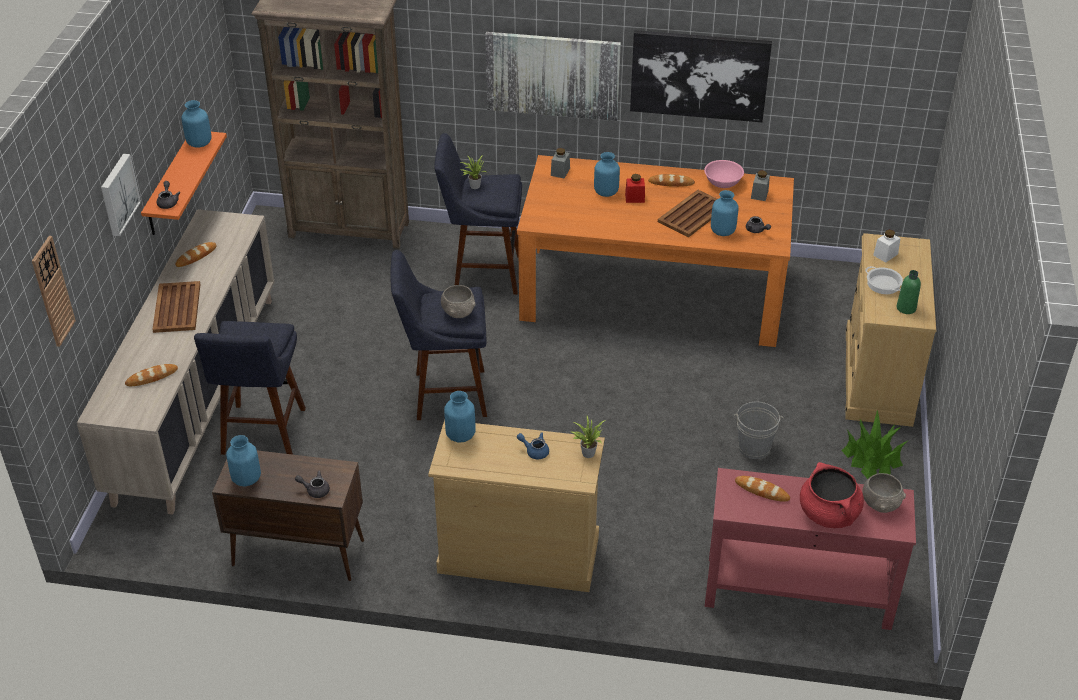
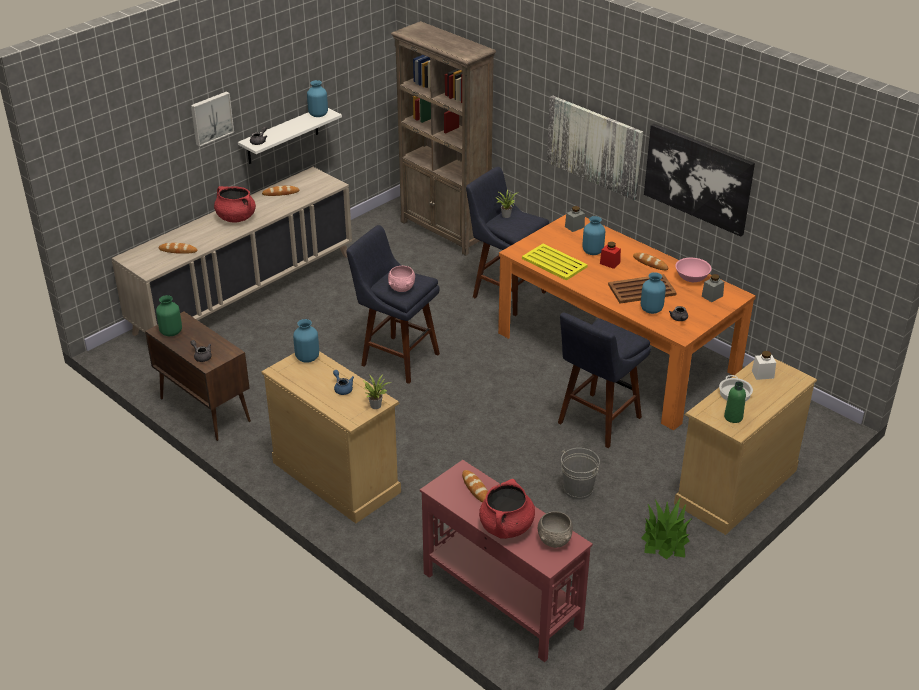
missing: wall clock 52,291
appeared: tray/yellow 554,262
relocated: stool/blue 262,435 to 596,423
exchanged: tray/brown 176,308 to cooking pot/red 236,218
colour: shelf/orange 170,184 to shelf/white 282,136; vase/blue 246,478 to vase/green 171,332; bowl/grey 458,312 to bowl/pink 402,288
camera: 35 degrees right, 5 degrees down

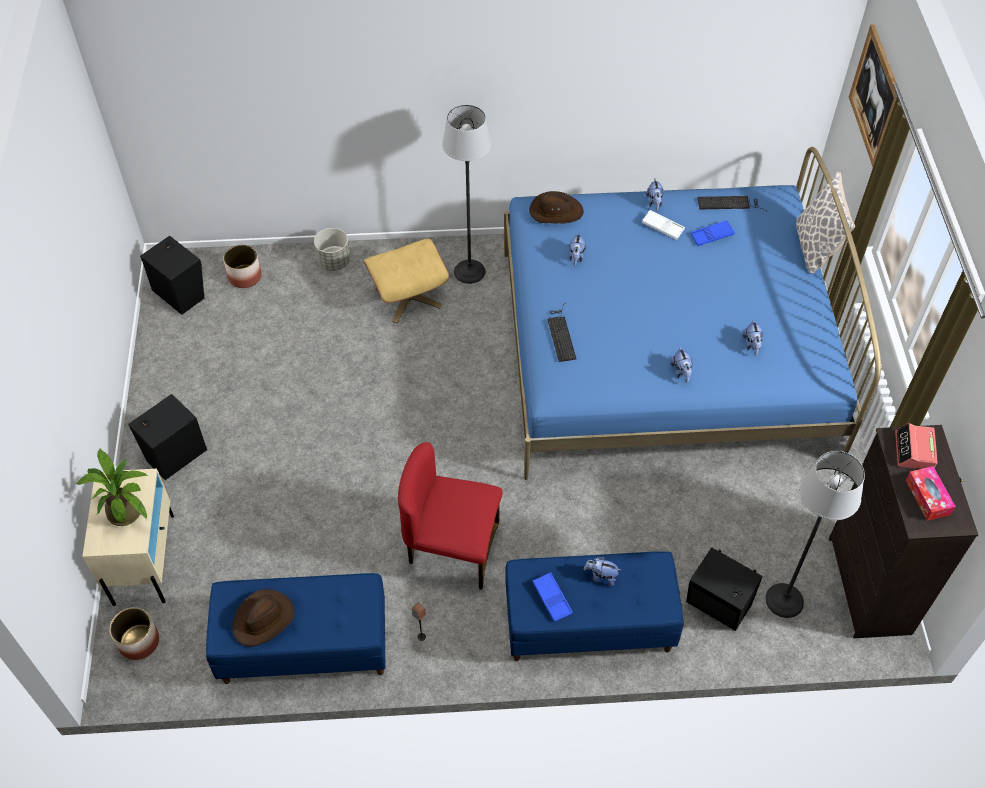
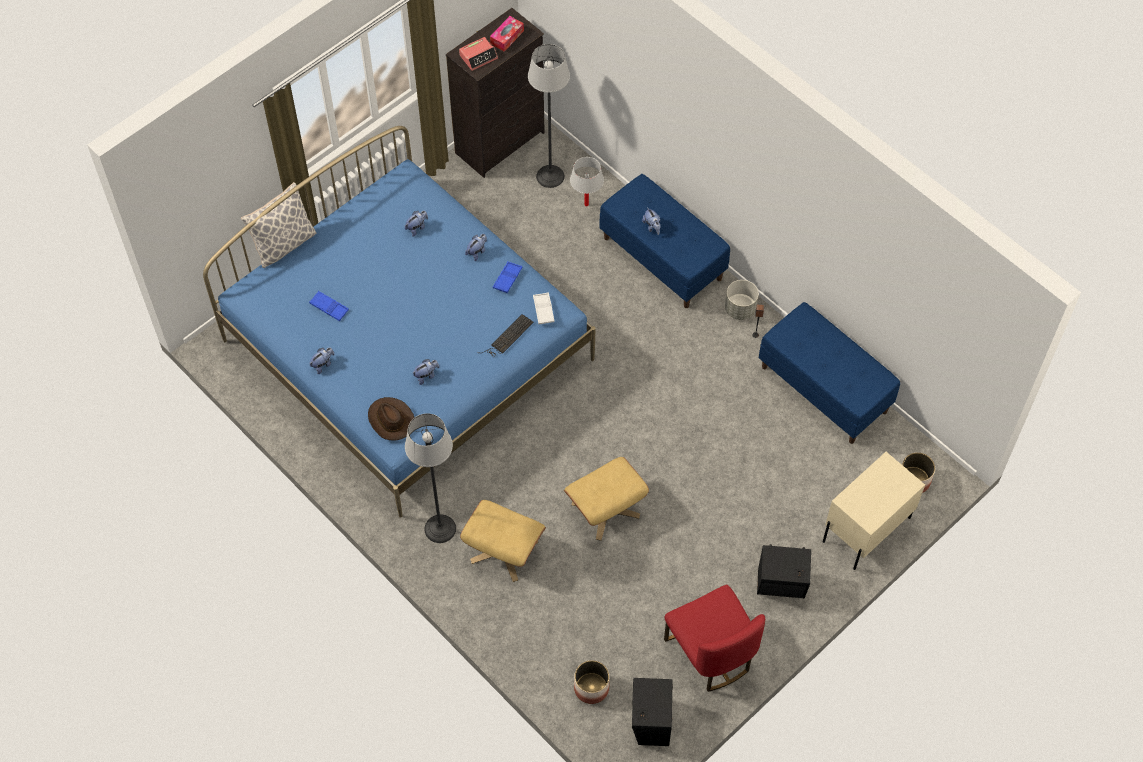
missing: potted plant 125,508; hat/brown 264,619; keyboard 730,203; picture 875,97
appeared: ottoman/beige 605,510
relocated: planter/grey 334,261 to 739,309; chair/red 452,547 to 710,653; tray/blue 552,599 to 507,279; tray/white 662,227 to 543,310
exchanged: speaker/black 718,606 to table lamp/white 586,204
camera: 130 degrees left, 5 degrees up

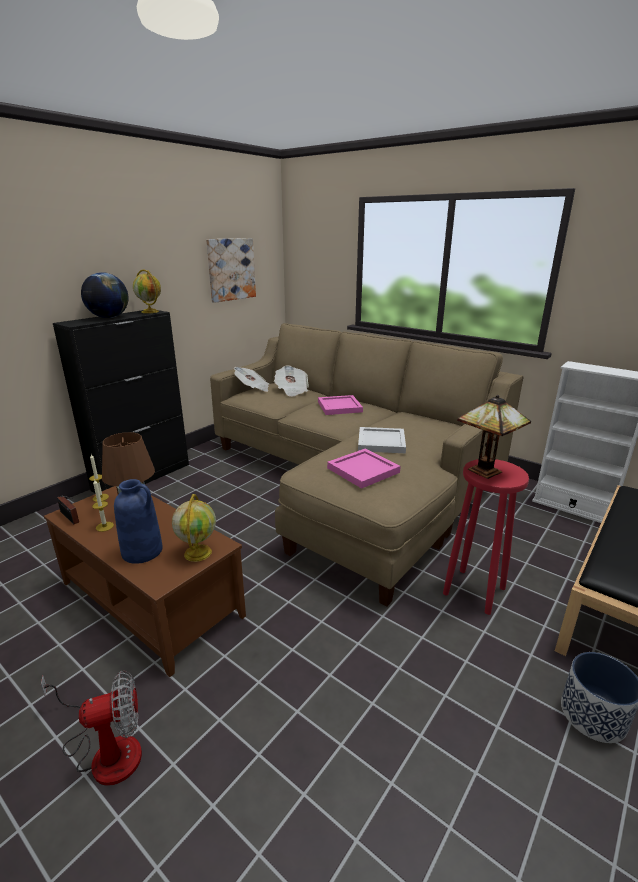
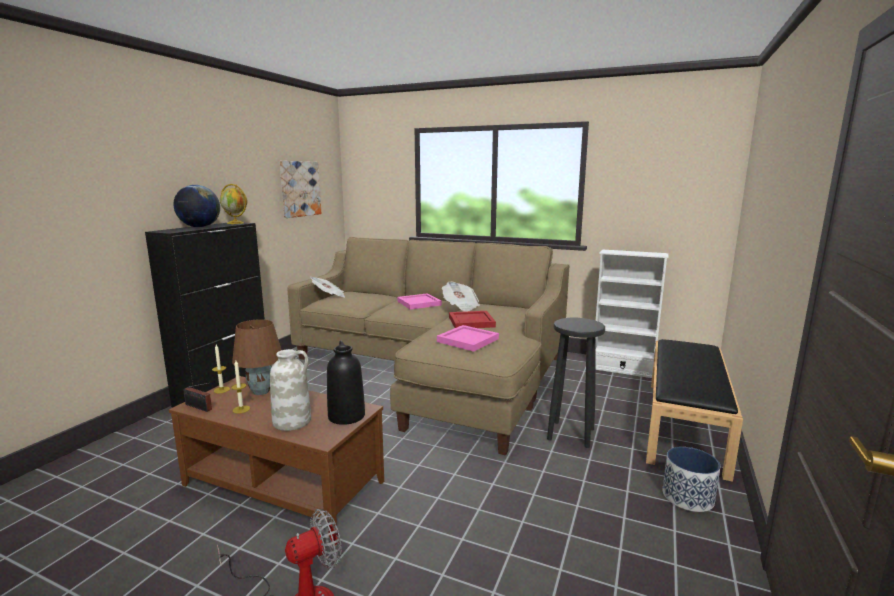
missing: table lamp 487,471
relocated: newspaper 291,390 to 460,306
exchanged: globe 197,552 to vase/black 346,415
colour: vase/blue 143,551 to vase/white 293,421; tray/white 380,442 to tray/red 471,322; stool/red 474,590 to stool/black 571,433
camera: 15 degrees left, 10 degrees down

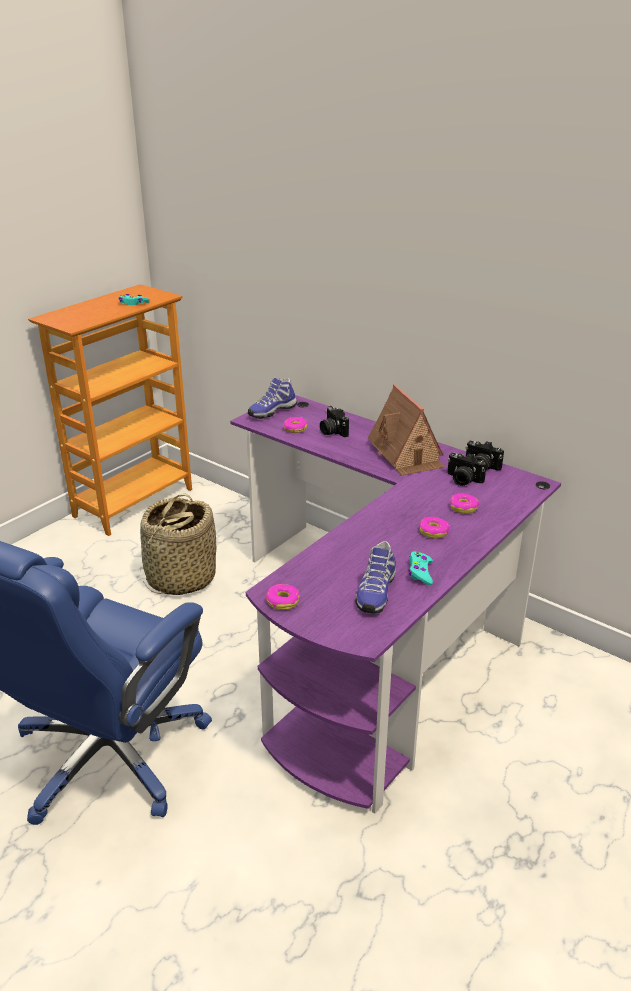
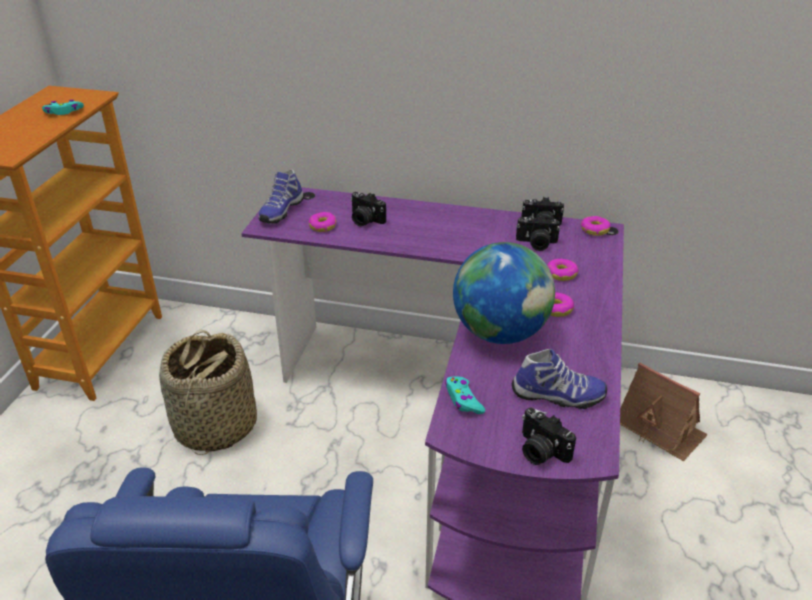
appeared: globe 500,333; photo camera 540,451
relocated: donut 283,601 to 594,230; toy house 406,454 to 660,428; game controller/turquoise 420,572 to 463,400
spun: shoe 375,592 = 557,396 75 degrees counterclockwise
camera: 25 degrees left, 5 degrees up

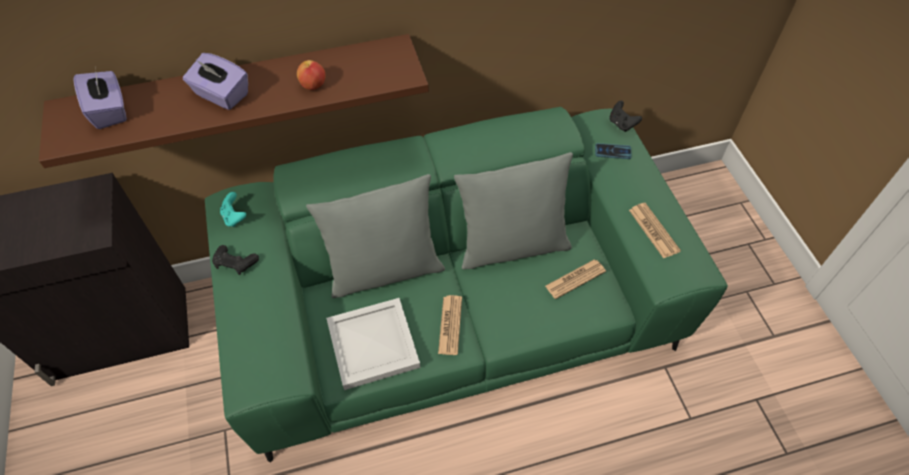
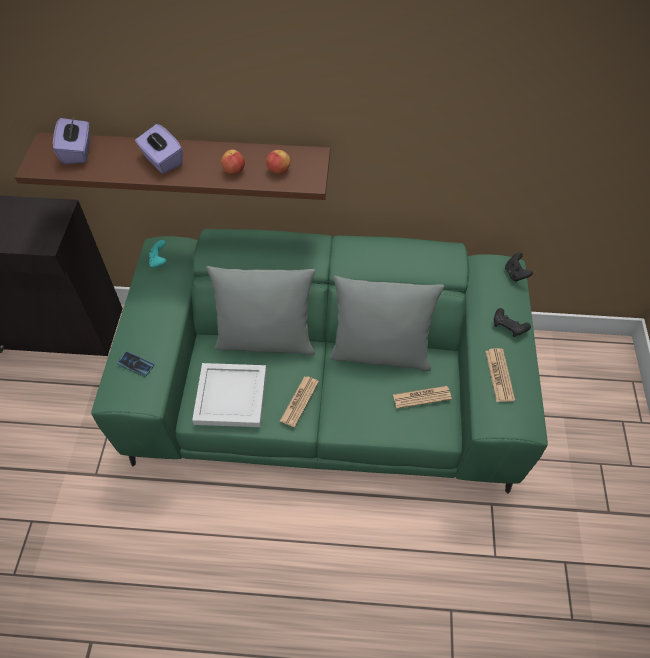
appeared: apple 278,170
relocated: game controller/black 235,263 to 509,326; phone 613,151 to 135,364
camera: 20 degrees right, 0 degrees up

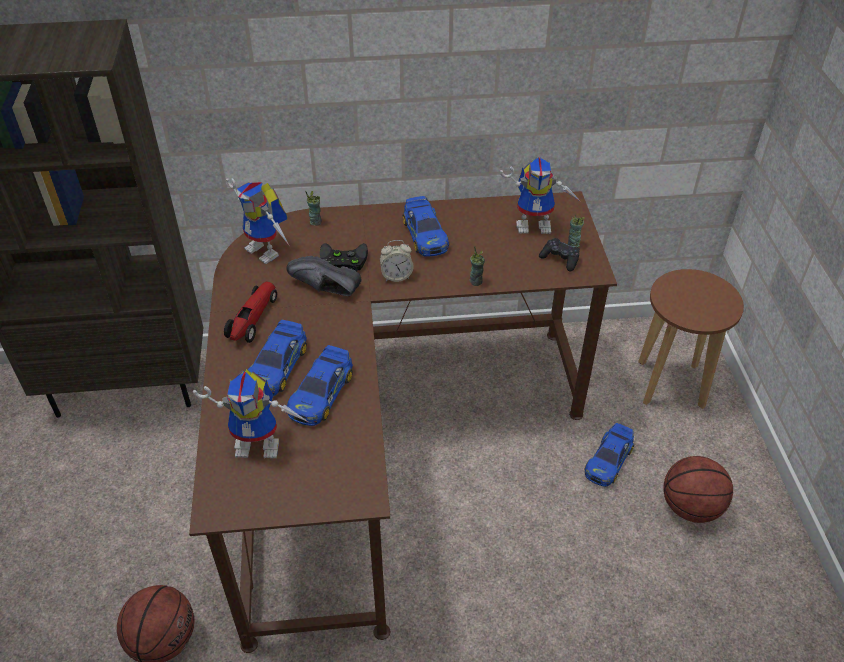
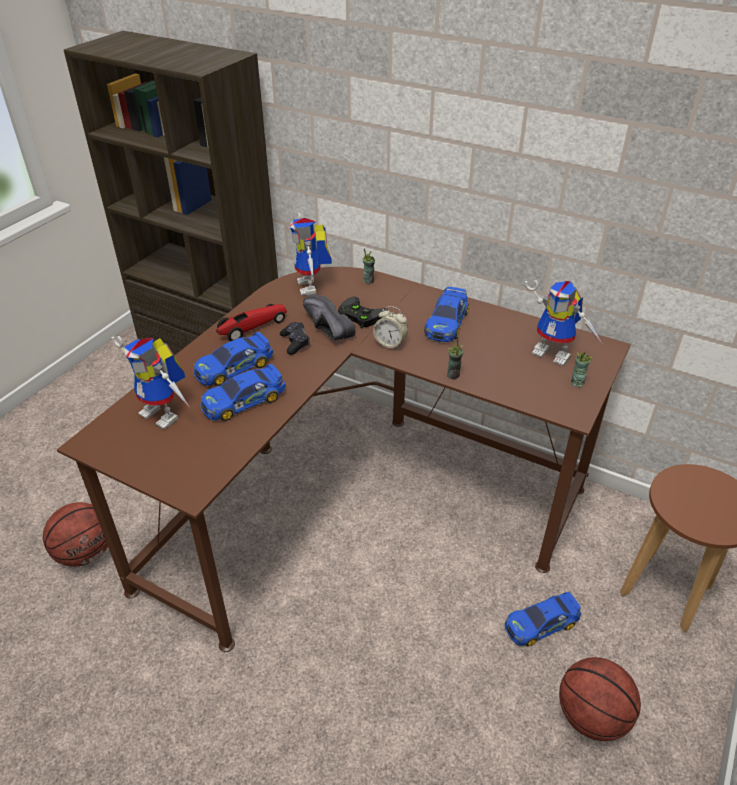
relocated: game controller/black 560,259 to 295,343
camera: 35 degrees right, 5 degrees down

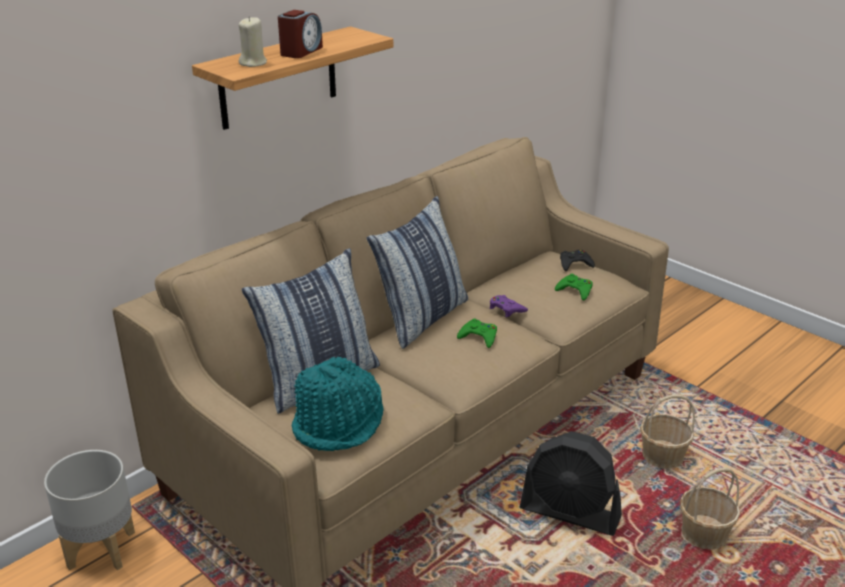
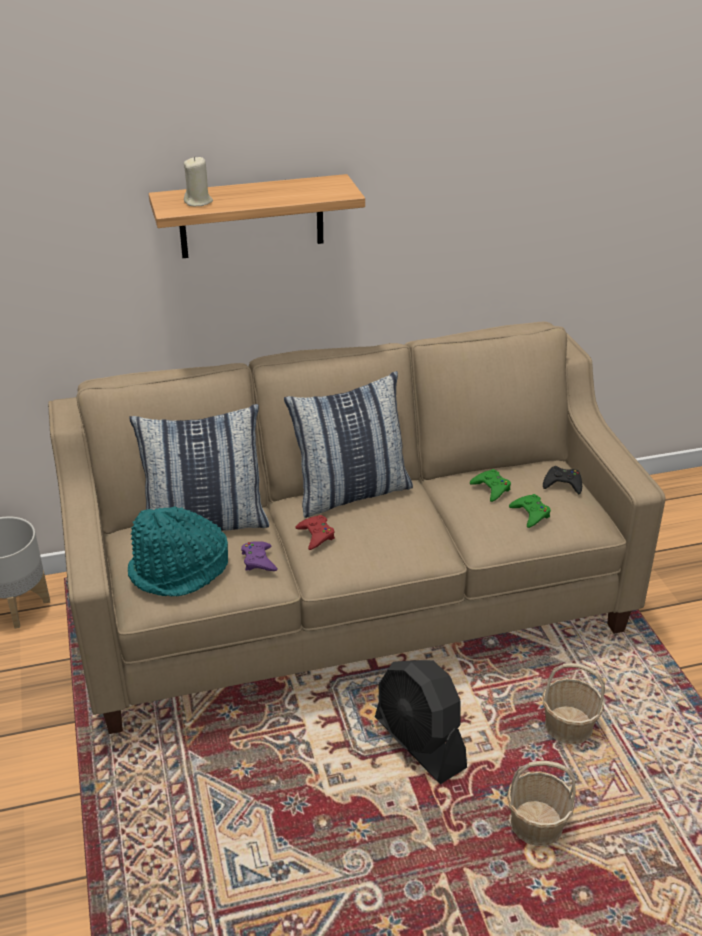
missing: alarm clock 301,51
appeared: game controller/red 316,535
relocated: game controller/green 479,337 to 491,488; game controller/purple 506,309 to 258,560
camera: 30 degrees right, 5 degrees up

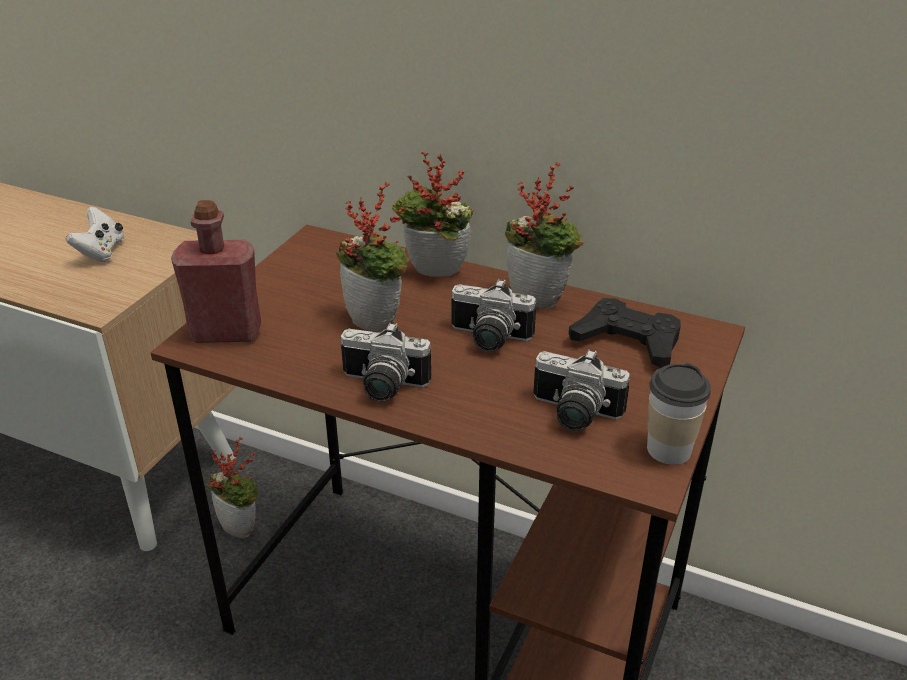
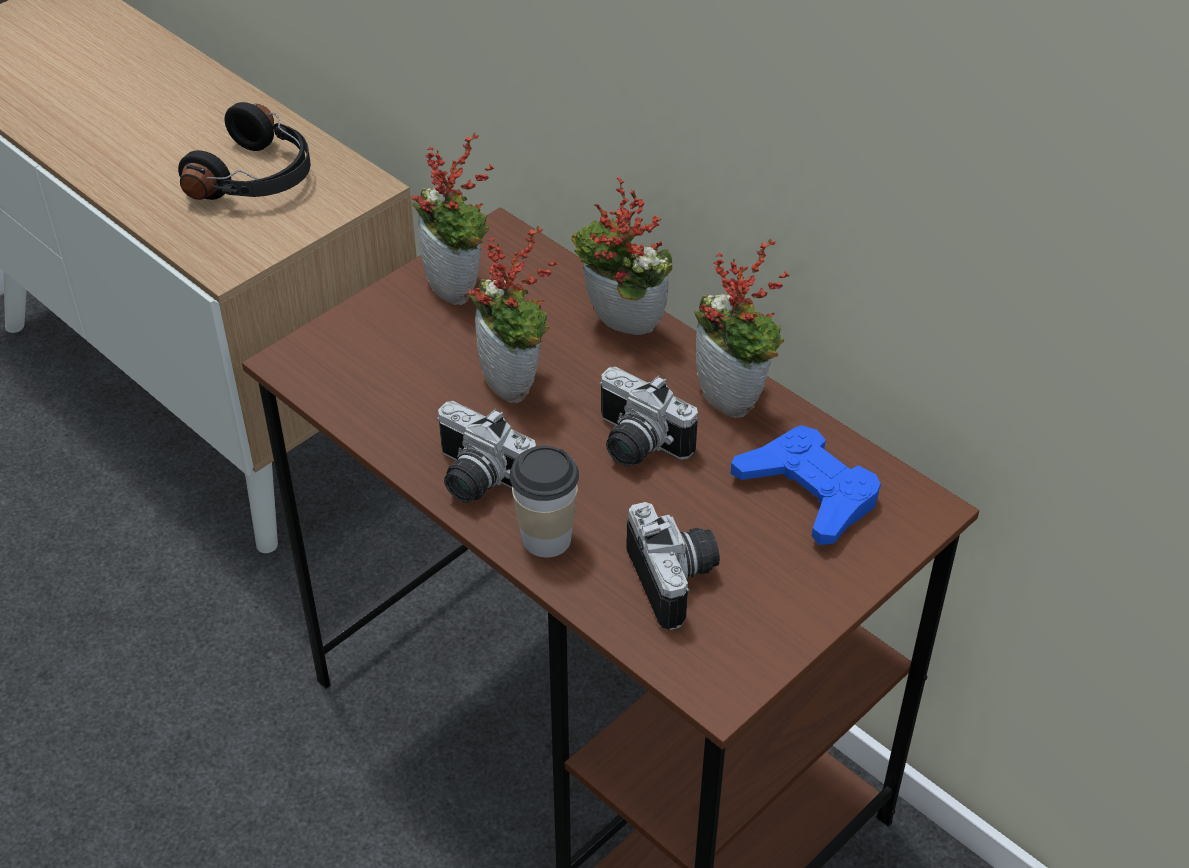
missing: bottle/red 226,332
relocated: potted plant 242,527 to 459,289; cup 668,450 to 546,538
exchanged: game controller/white 101,251 to headphones/black 257,178
colour: game controller/black 627,341 to game controller/blue 808,492
spun: photo camera 573,415 = 678,579 150 degrees counterclockwise
camera: 20 degrees right, 10 degrees up

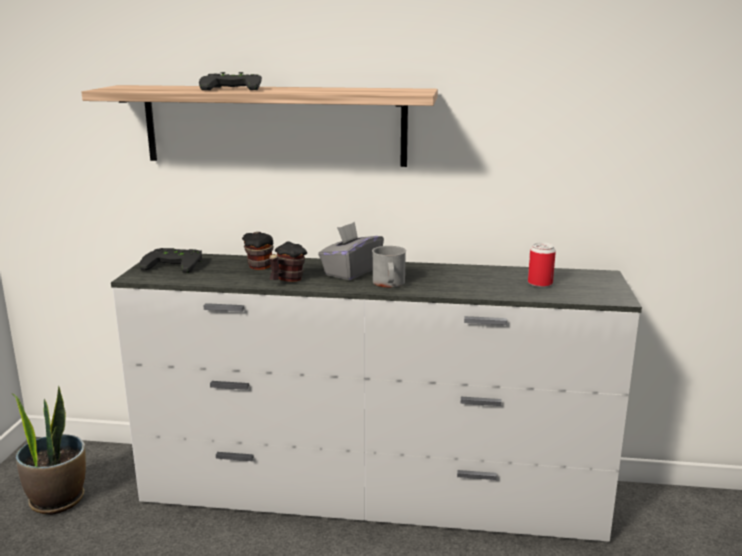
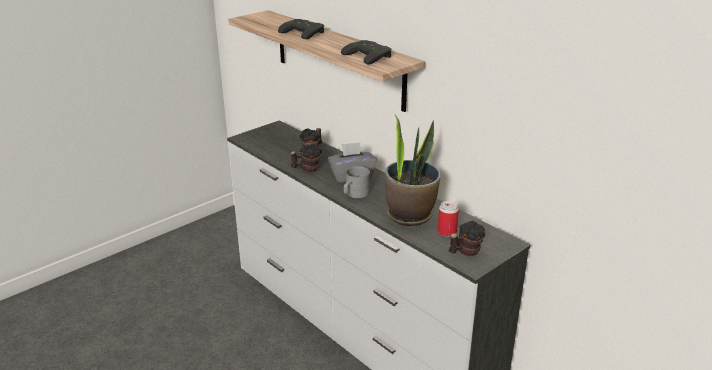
appeared: mug 465,252
relocated: potted plant 57,499 to 410,215; game controller/black 175,264 to 370,55
camera: 40 degrees right, 10 degrees up

